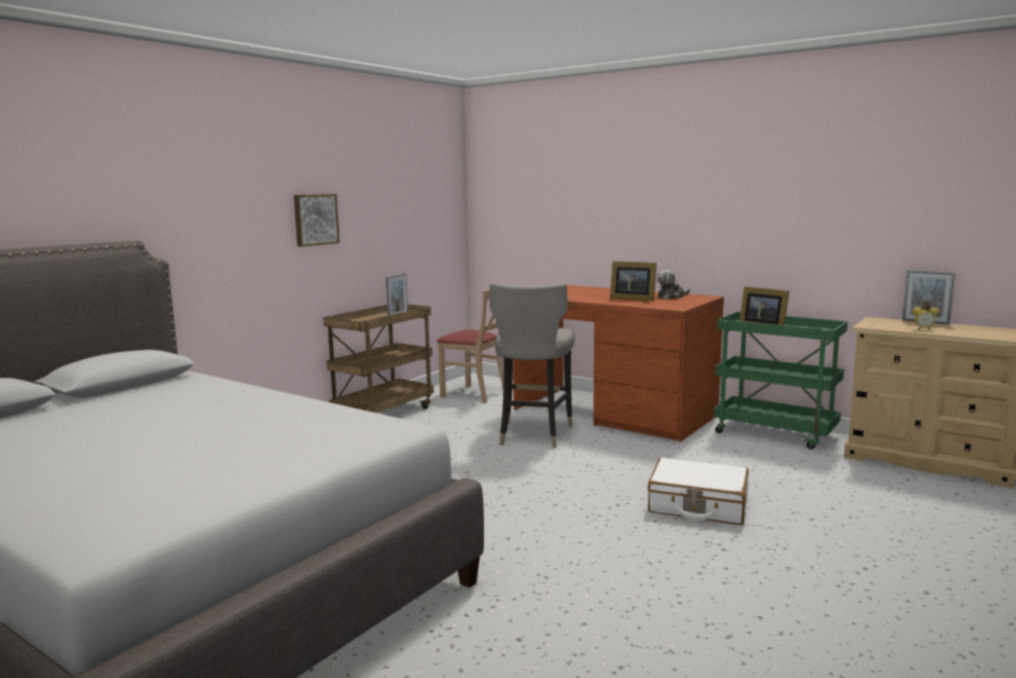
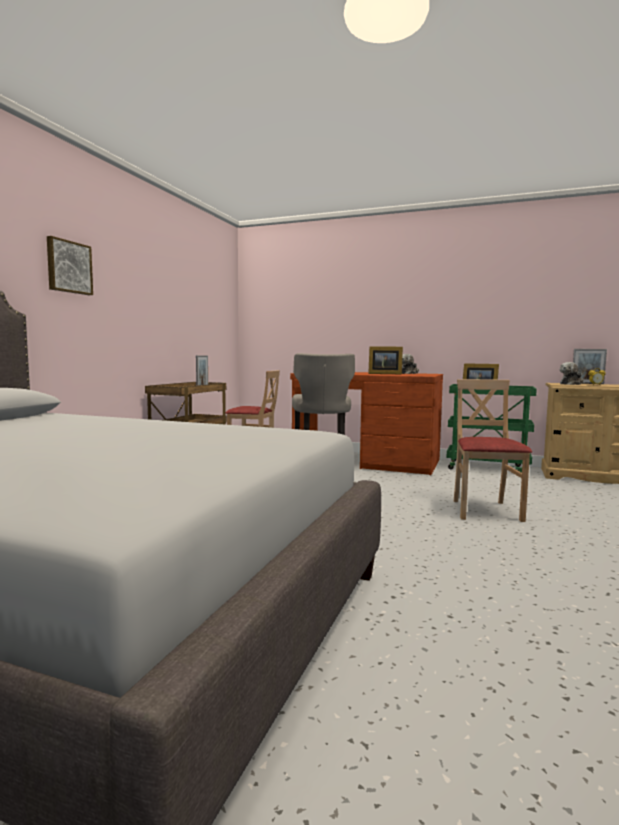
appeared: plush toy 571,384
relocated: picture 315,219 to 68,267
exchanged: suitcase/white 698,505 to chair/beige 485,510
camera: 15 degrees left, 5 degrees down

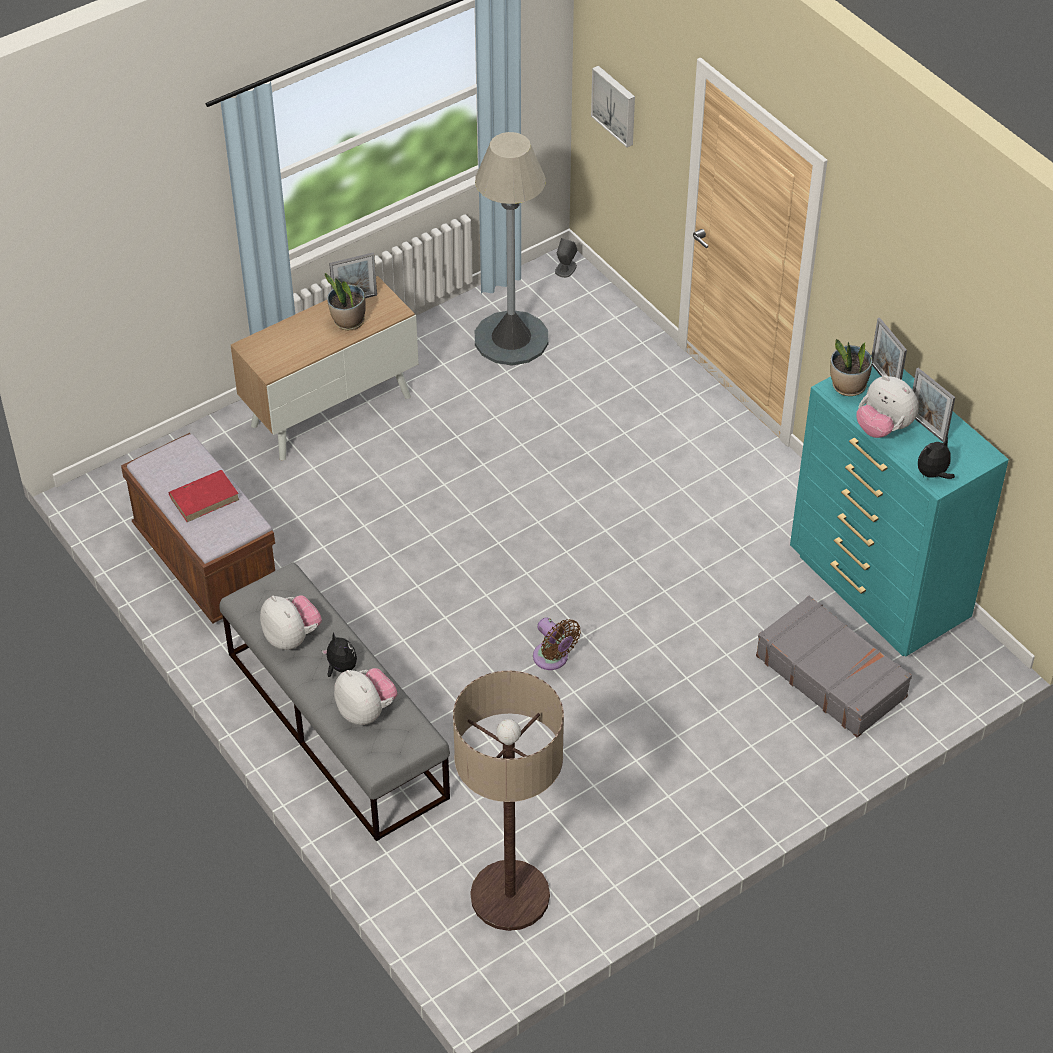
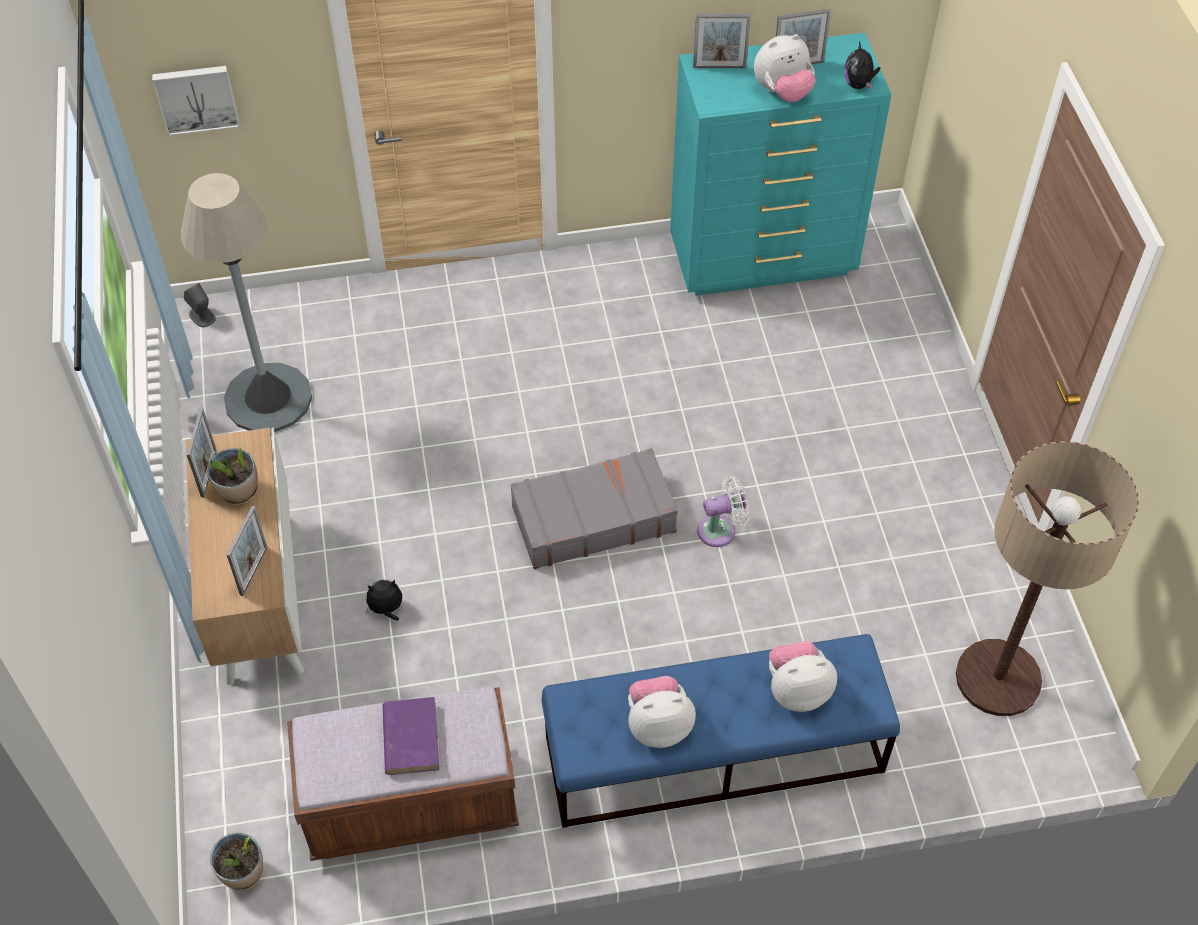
appeared: picture frame 253,571
relocated: plush toy 340,668 to 386,609; suitcase/grey 831,676 to 592,518; potted plant 848,386 to 243,873
colour: book/red 205,497 to book/purple 410,737; bench/grey 336,724 to bench/blue 713,754; fan/brown 553,659 to fan/white 720,530
camera: 65 degrees left, 5 degrees up

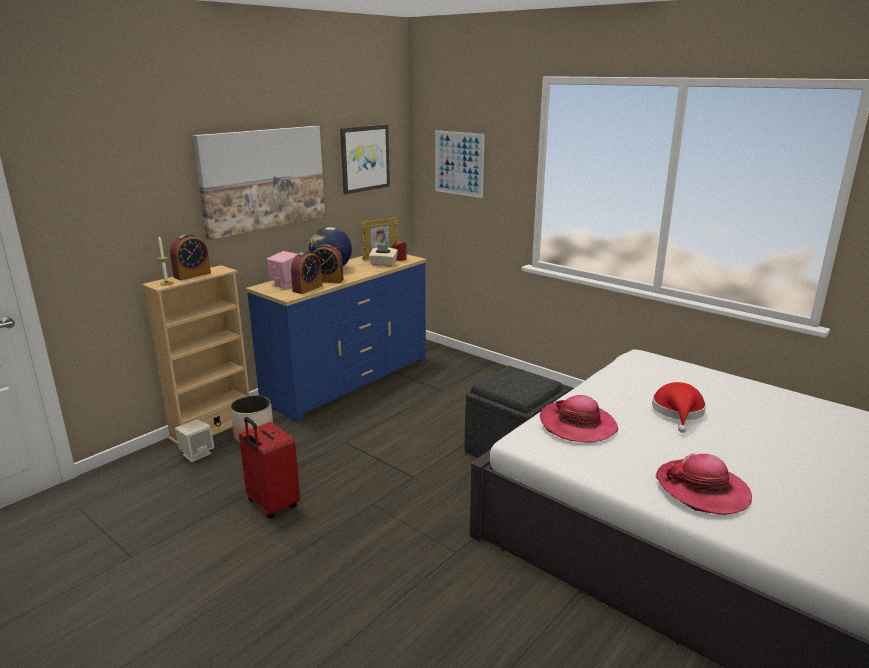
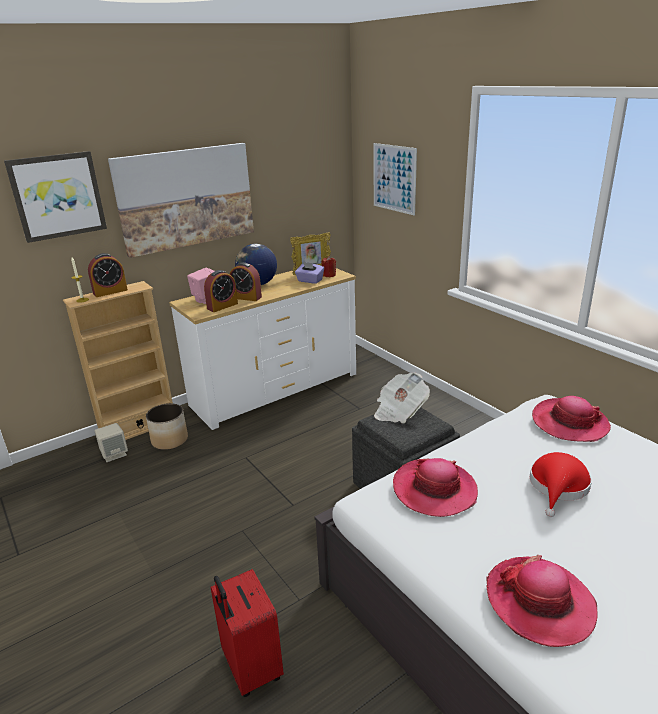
appeared: newspaper 399,411; hat 569,423
relocated: suitcase/red 272,505 to 250,668; picture 364,158 to 58,196
colour: dresser/blue 347,381 to dresser/white 275,390; tissue box/beige 383,264 to tissue box/purple 310,281
camera: 15 degrees right, 5 degrees up

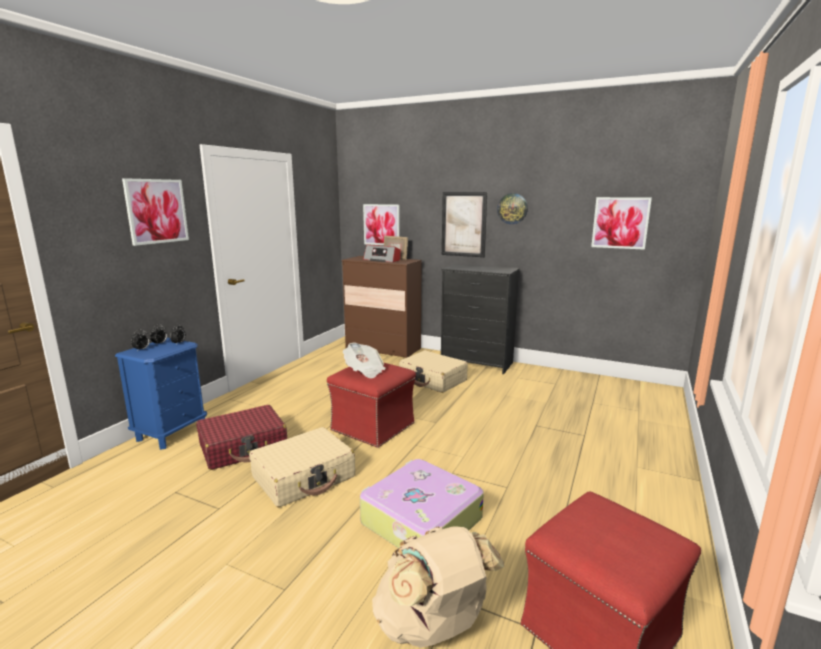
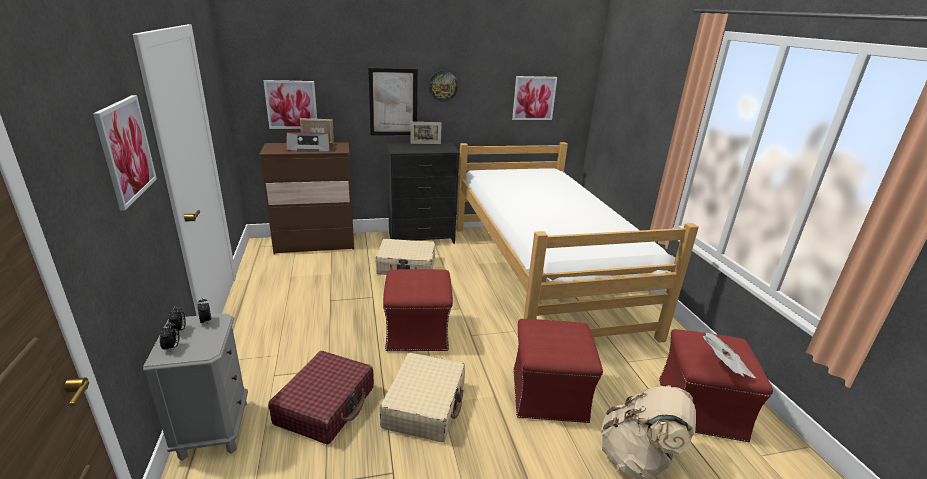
appeared: picture frame 425,143; bed 542,275
relocated: newspaper 364,371 to 724,367
exchanged: suitcase 420,520 to ottoman/red 549,395
colour: nightstand/blue 172,433 to nightstand/grey 213,429
camera: 40 degrees left, 10 degrees up

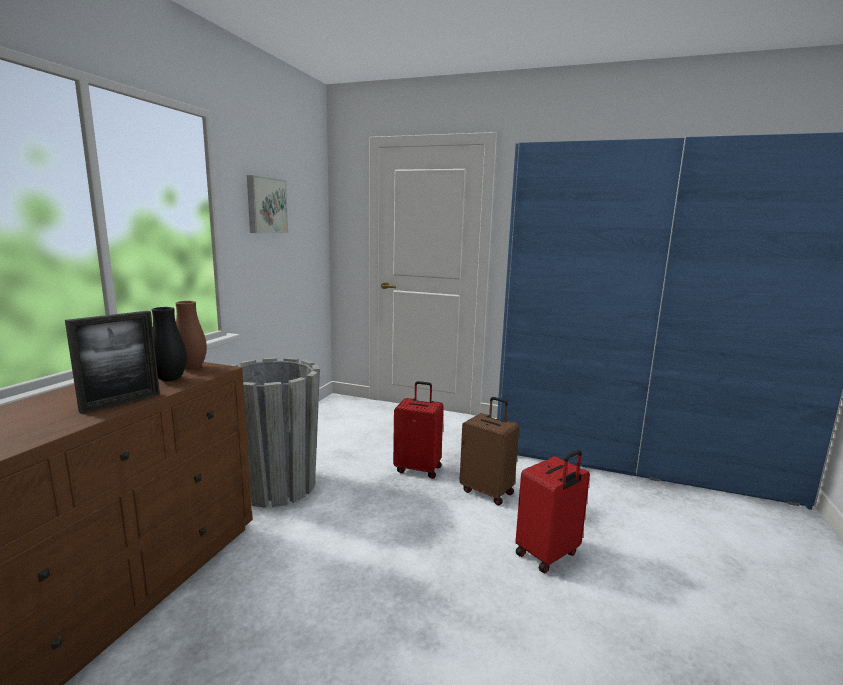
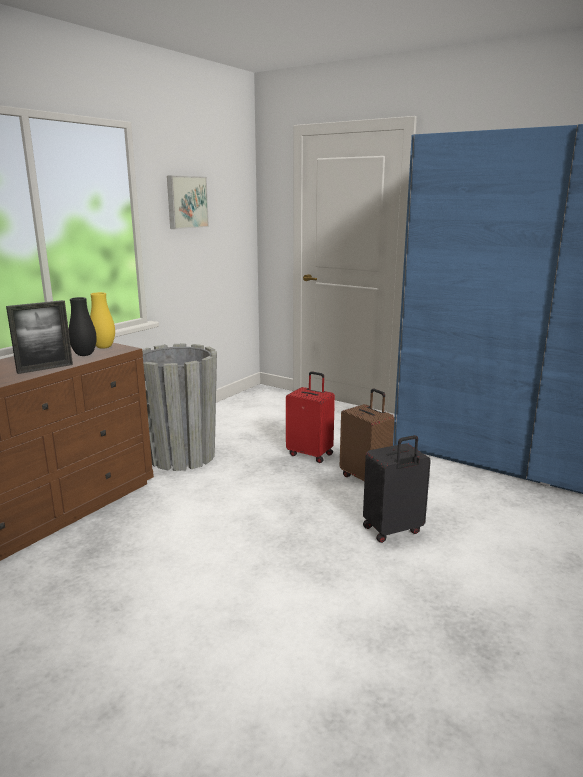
colour: vase/brown 191,368 to vase/yellow 104,347; suitcase/red 548,554 to suitcase/black 393,530
camera: 15 degrees right, 5 degrees up

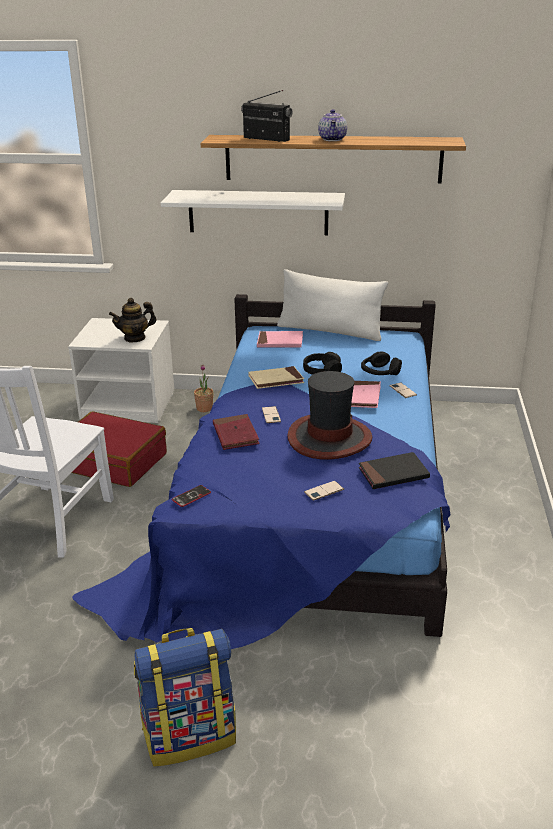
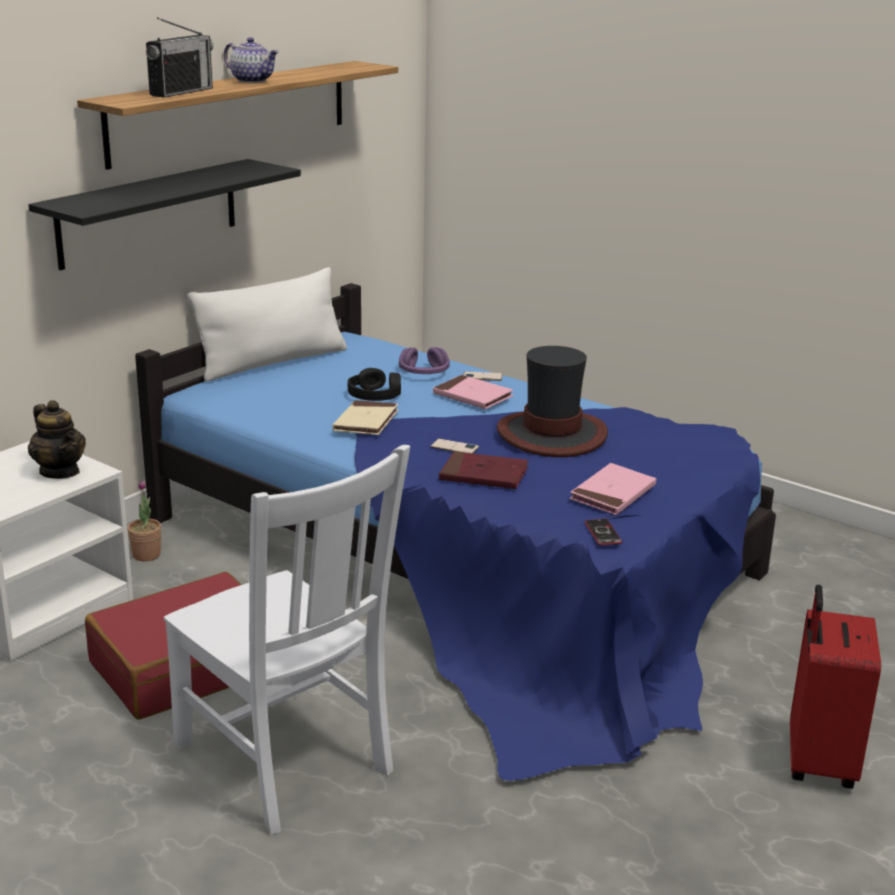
missing: phone 324,491; book/black 393,474
relocated: book/pink 280,342 to 613,493
exchanged: backpack 190,735 to suitcase/red 817,762
colour: shelf/white 258,212 to shelf/black 149,213; headphones/black 379,372 to headphones/purple 424,373
spun: teapot 135,338 = 60,471 45 degrees counterclockwise; radio 266,139 = 181,92 150 degrees clockwise
camera: 60 degrees left, 5 degrees down

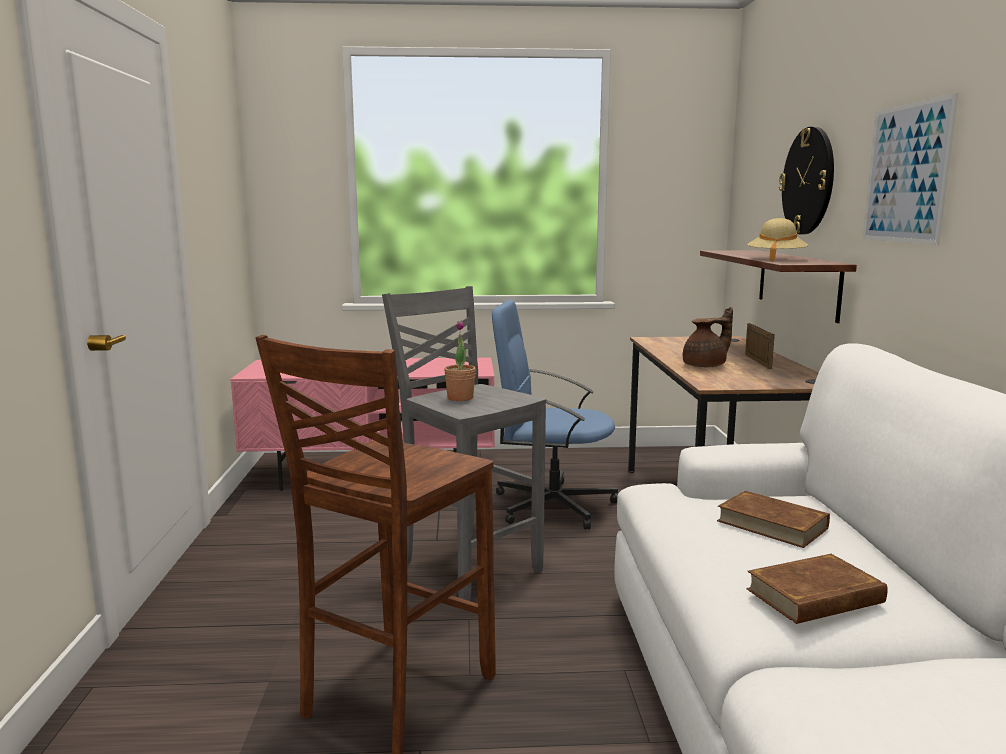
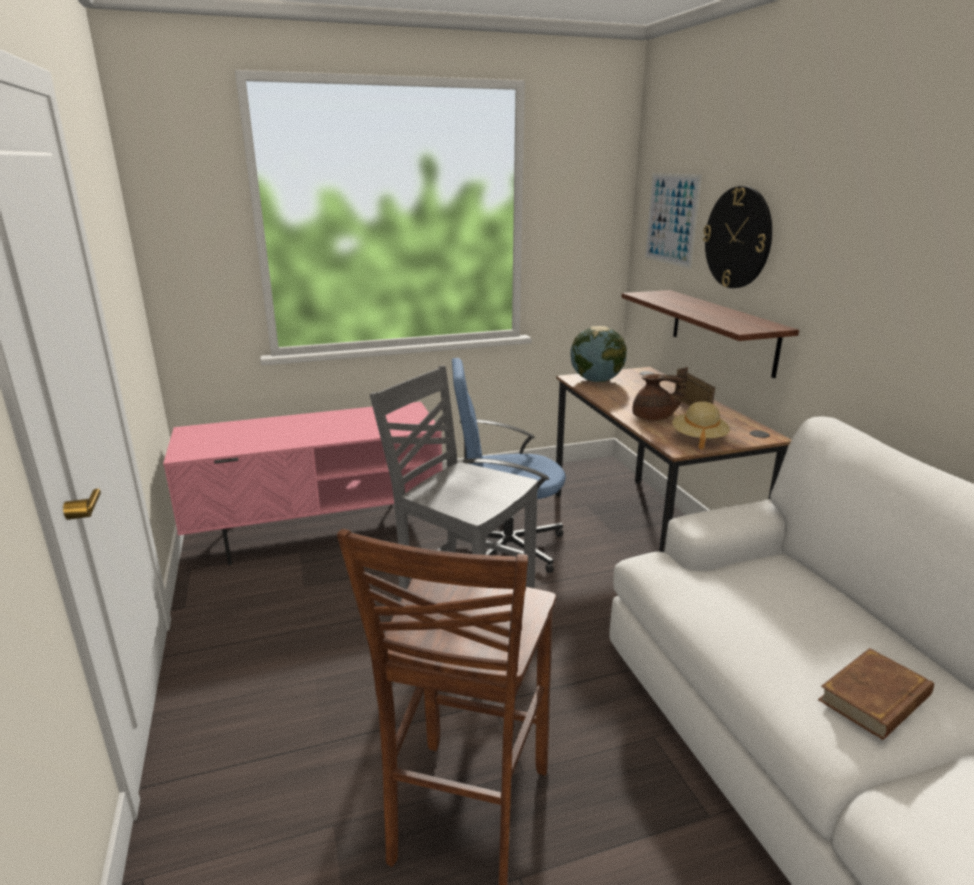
missing: potted plant 460,398; book/brown 771,524
appeared: globe 596,380
relocated: hat/beige 776,259 to 698,438; picture 906,173 to 671,219
spun: teapot/brown 706,366 = 654,418 45 degrees clockwise
camera: 15 degrees left, 10 degrees up

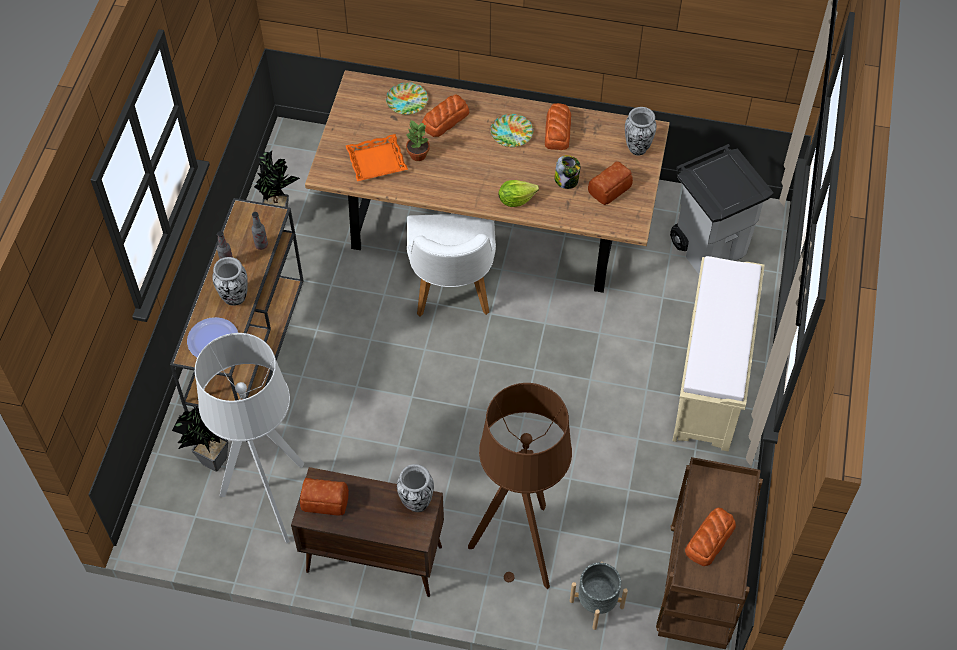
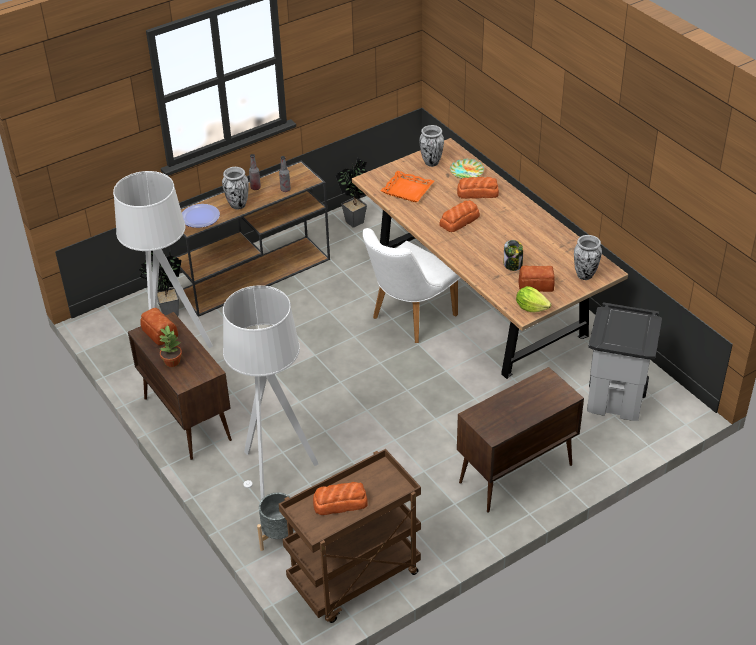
missing: plate 511,133
relocated: vase 416,503 to 431,162; potted plant 417,154 to 172,361; lettuce 516,200 to 531,307; bread 558,130 to 460,220
exchanged: bench/beige 710,382 to cabinet/brown 515,474
colour: floor lamp/brown 519,547 to floor lamp/grey 275,474
camera: 45 degrees right, 15 degrees down

